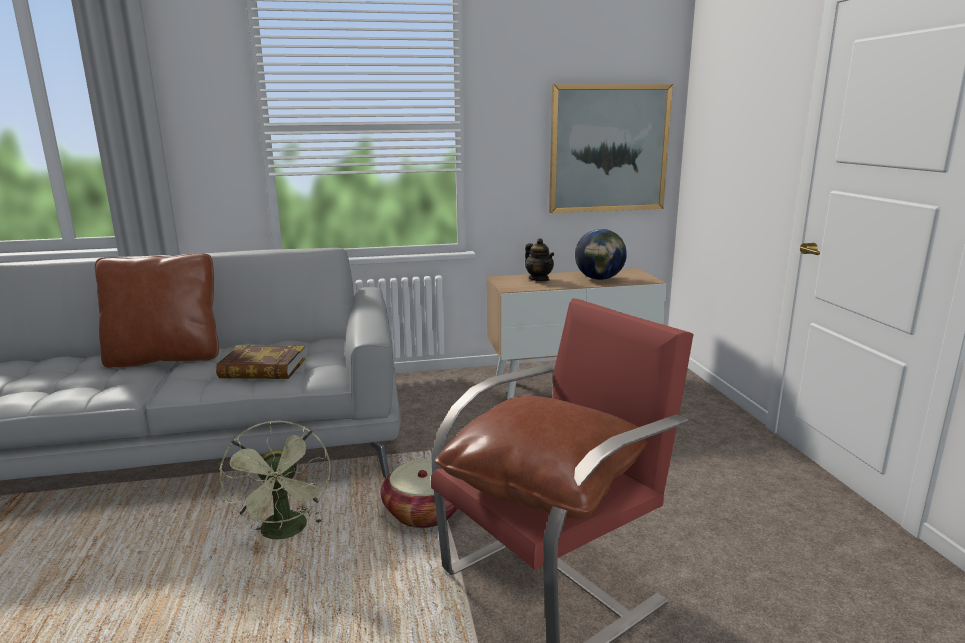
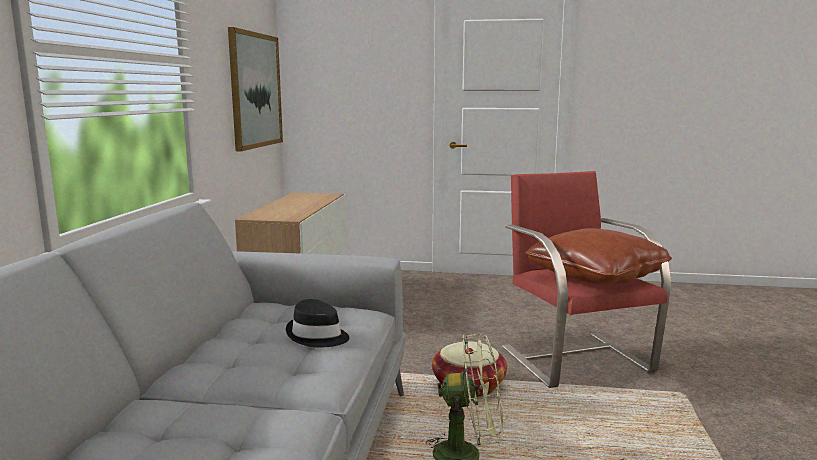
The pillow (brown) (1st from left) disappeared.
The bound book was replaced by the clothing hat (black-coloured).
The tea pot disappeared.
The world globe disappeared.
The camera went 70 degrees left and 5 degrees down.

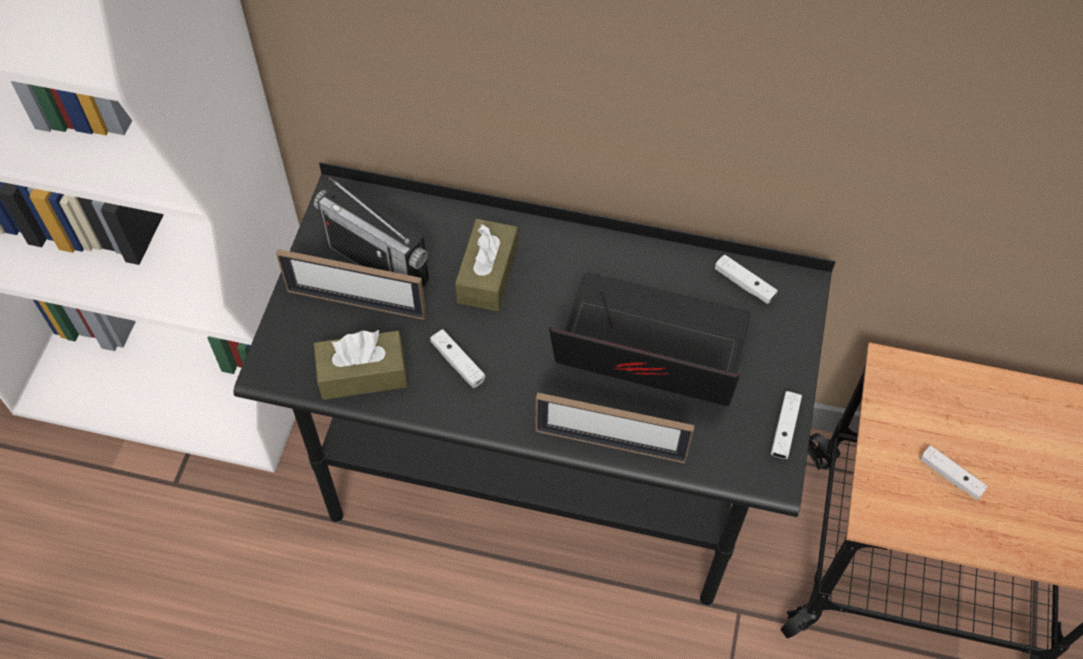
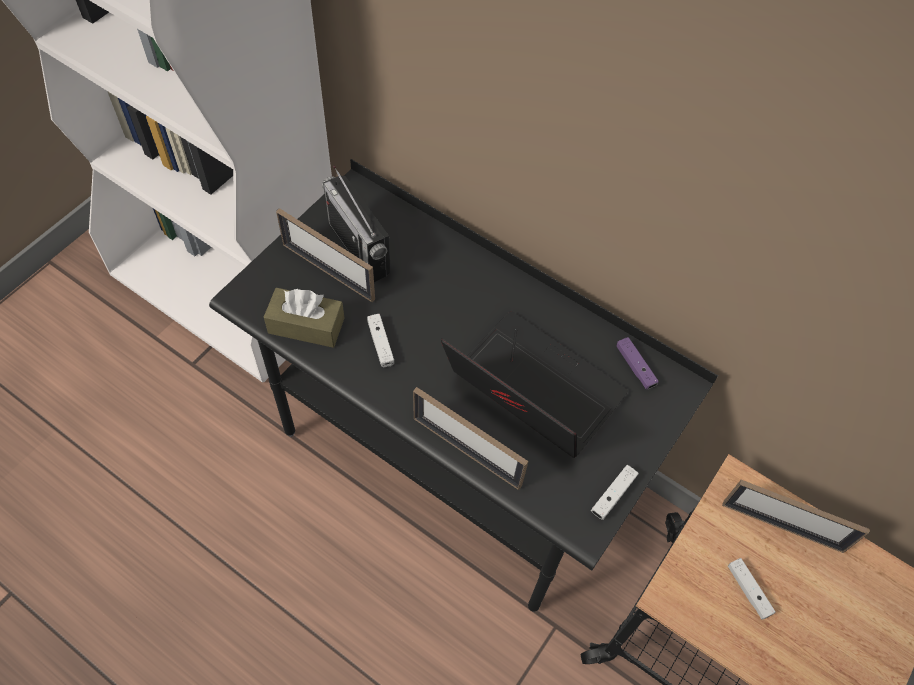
The tissue holder (brown) (2nd from left) disappeared.
The joypad (white) (2nd from left) became the joypad (purple).
The photo frame (3rd from left) appeared.
The camera went 20 degrees right and 0 degrees up.

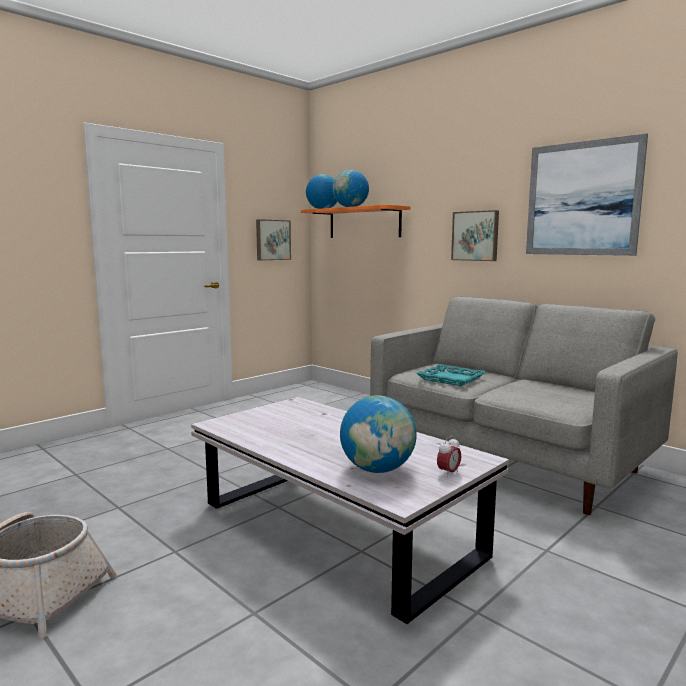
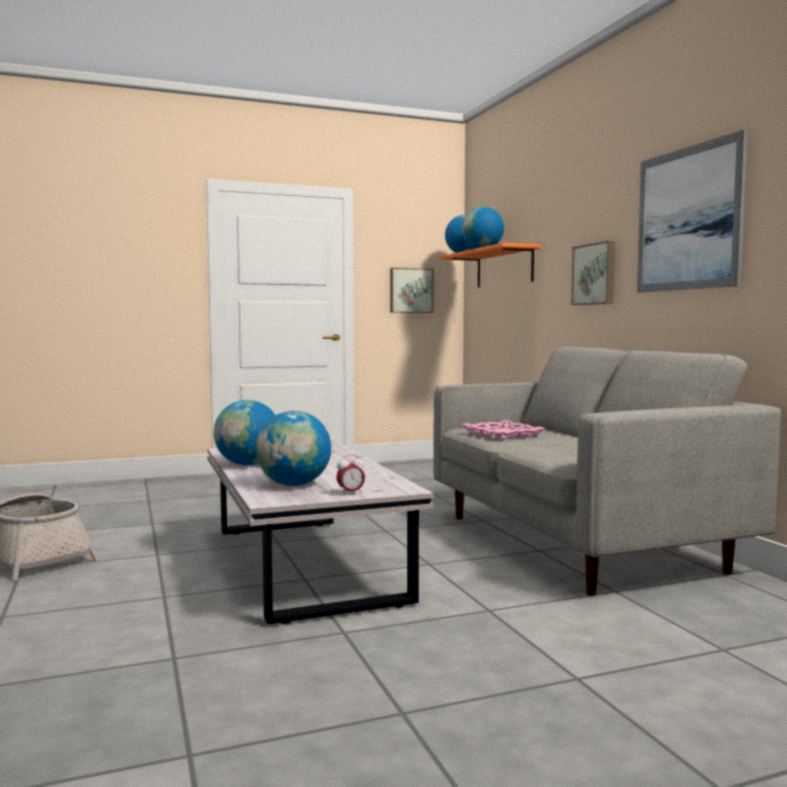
The carrying tray (turquoise) became the carrying tray (pinkish).
The world globe (1st from left) appeared.
The camera went 25 degrees right and 5 degrees down.

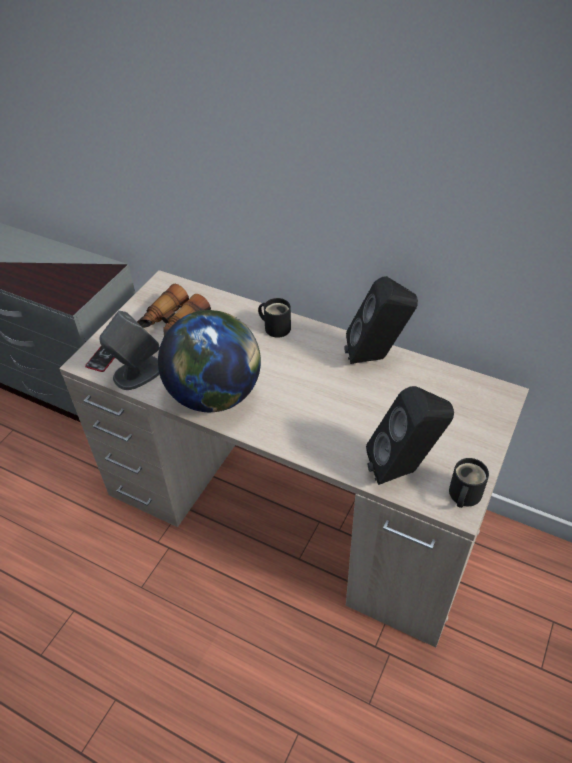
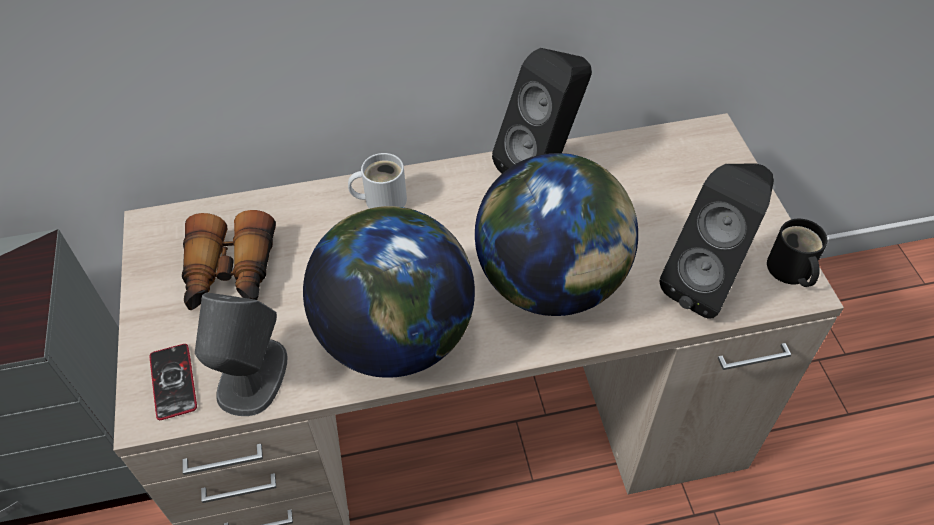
The coffee mug (black-coloured) (1st from left) became the coffee mug (white).
The world globe (2nd from left) appeared.
The camera went 40 degrees left and 5 degrees up.

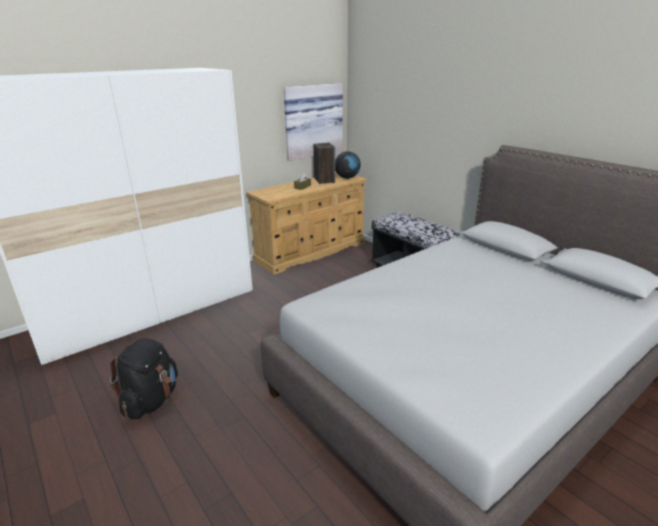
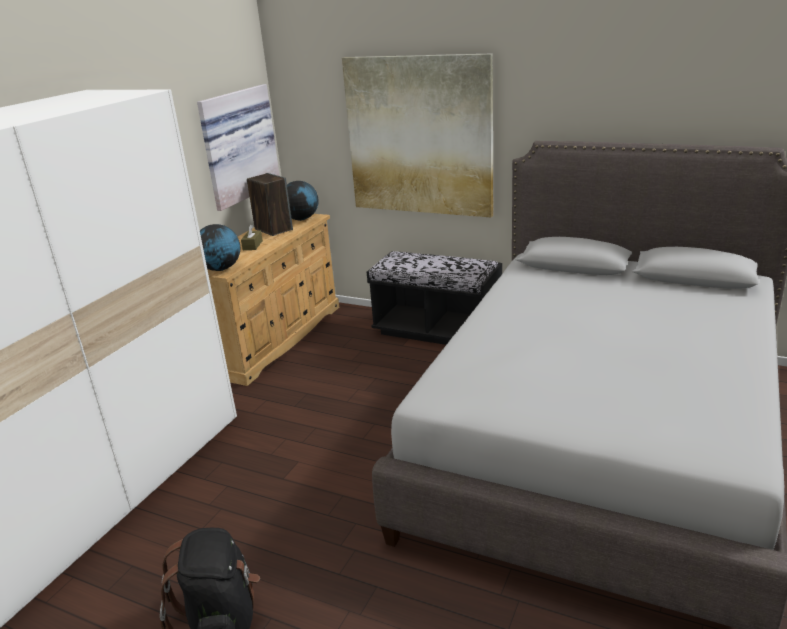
The world globe (1st from left) appeared.
The picture (2nd from left) appeared.
The camera went 25 degrees left and 0 degrees up.

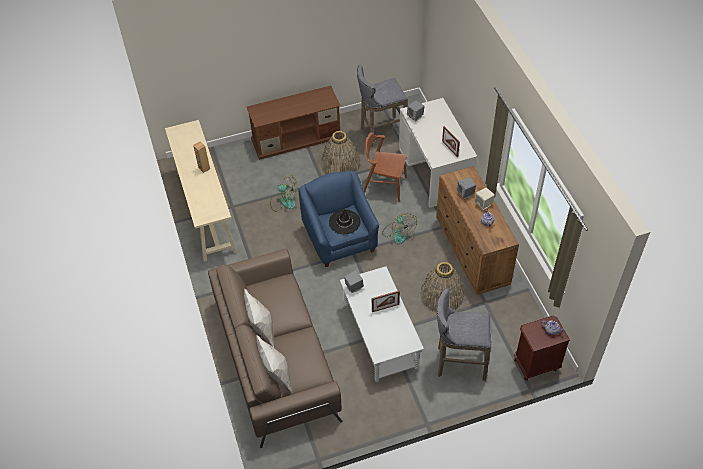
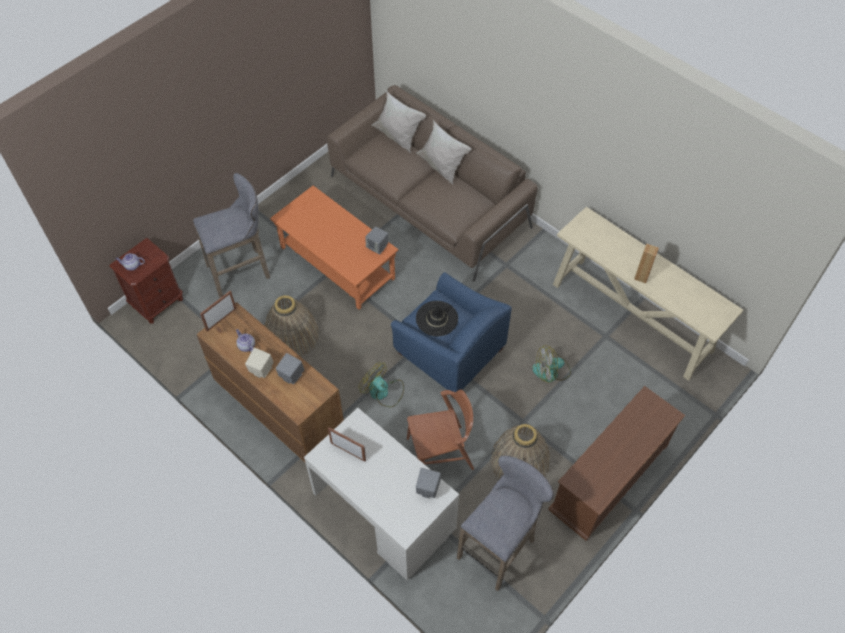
The coffee table (grey) became the coffee table (orange-coloured).
The photo frame (1st from left) moved.
The camera went 150 degrees right and 5 degrees up.

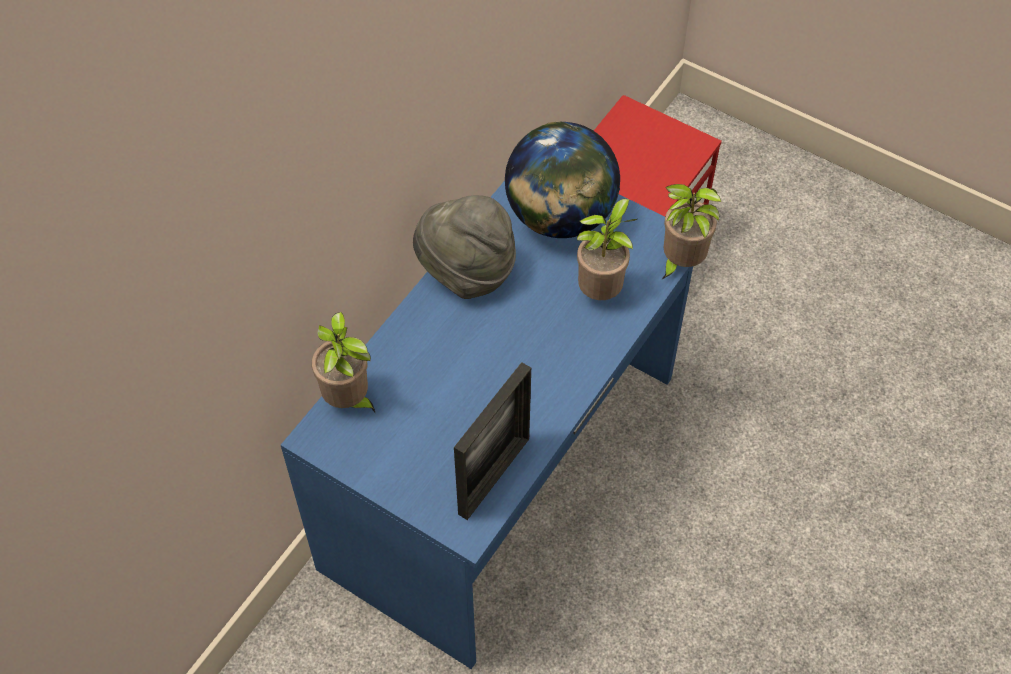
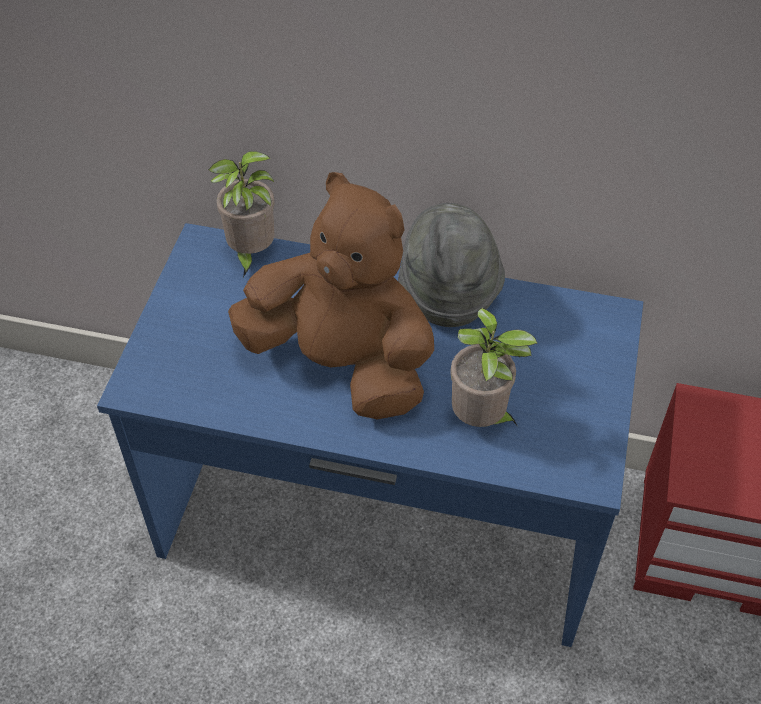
The photo frame disappeared.
The world globe disappeared.
The plant in a pot (3rd from left) disappeared.
The cuddly toy (brown) appeared.
The camera went 70 degrees right and 5 degrees down.

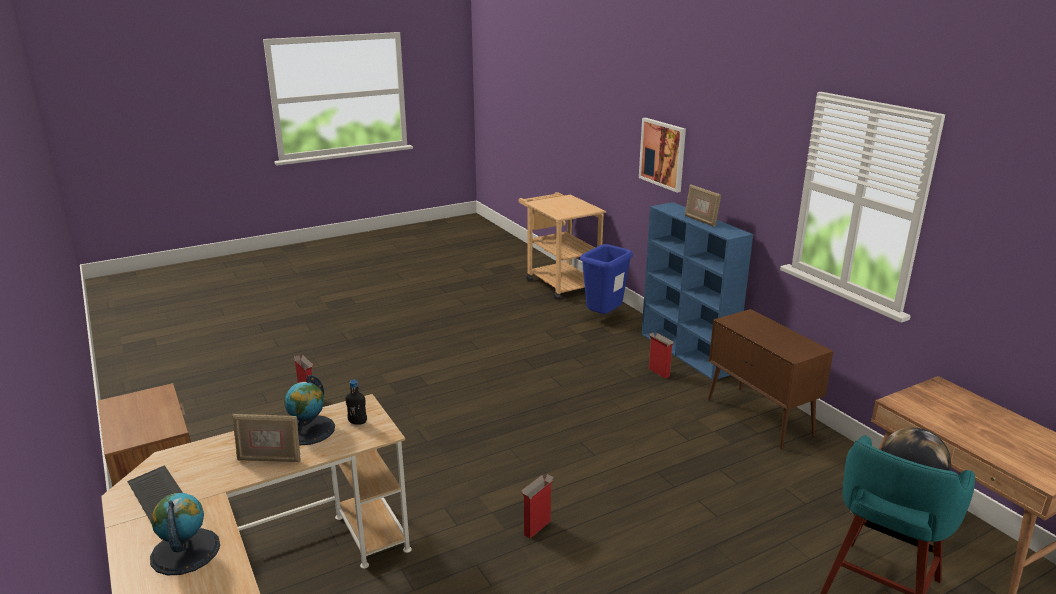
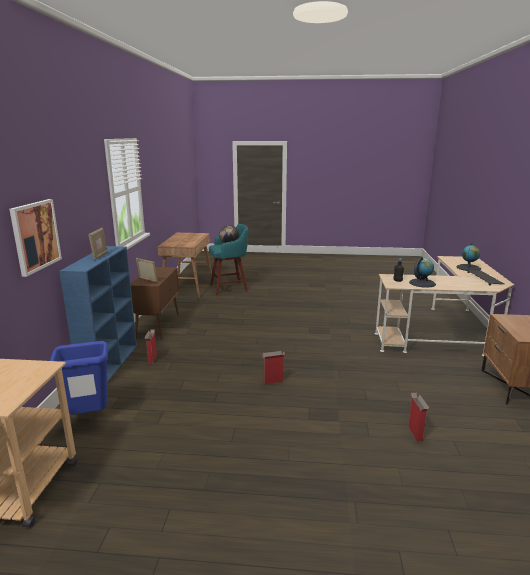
The photo frame (1st from left in the first image) moved.
The carton (2nd from left) moved.
The camera went 145 degrees left and 5 degrees down.

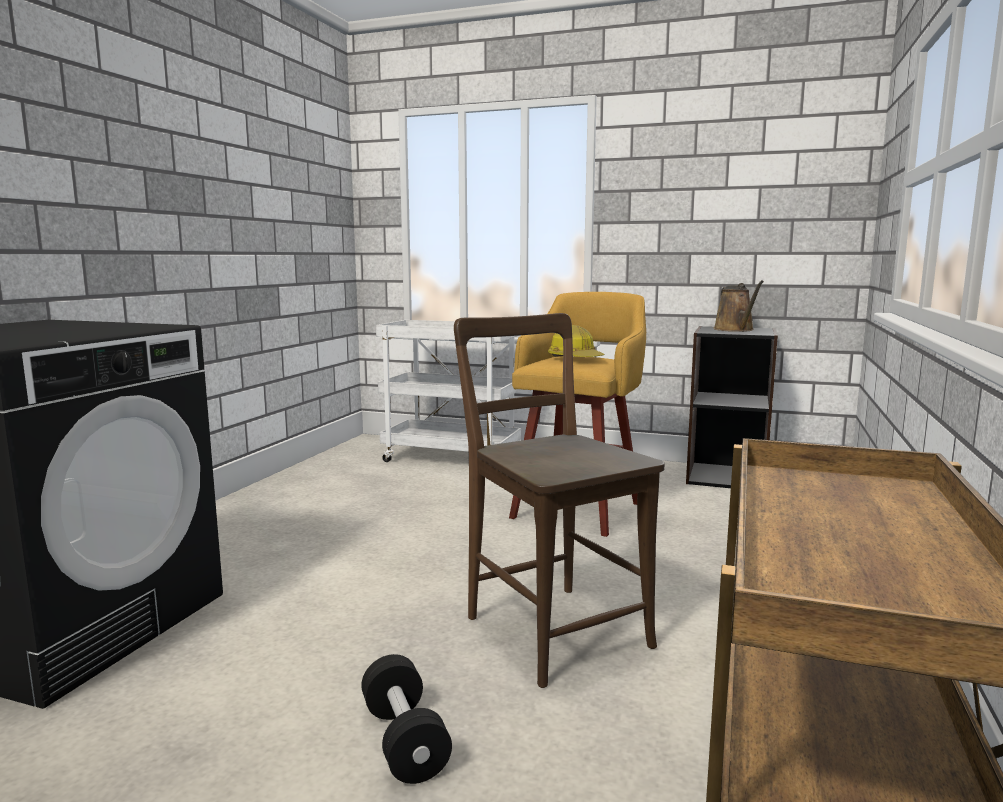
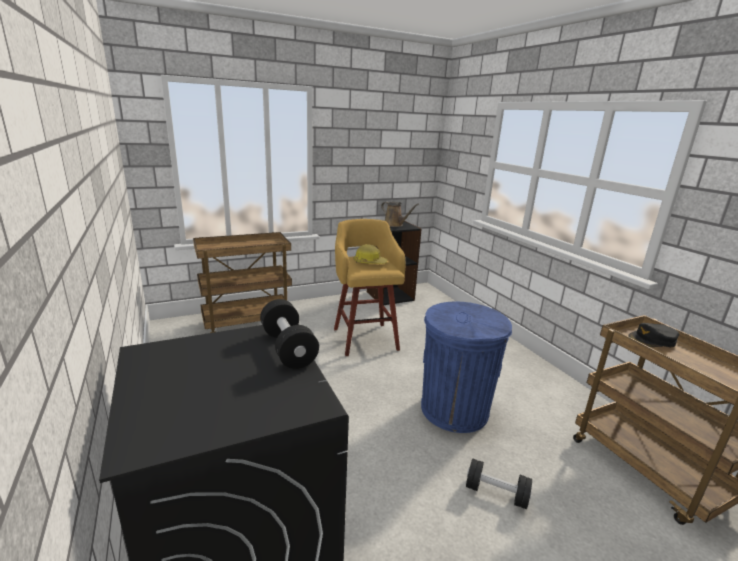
The wheeled cart (white) became the wheeled cart (brown) (1st from left).
The plain chair (brown) was replaced by the rubbish bin (blue).
The dumbbell (black-coloured) (1st from left) appeared.
The peaked cap (black-coloured) appeared.
The camera went 45 degrees left and 10 degrees up.

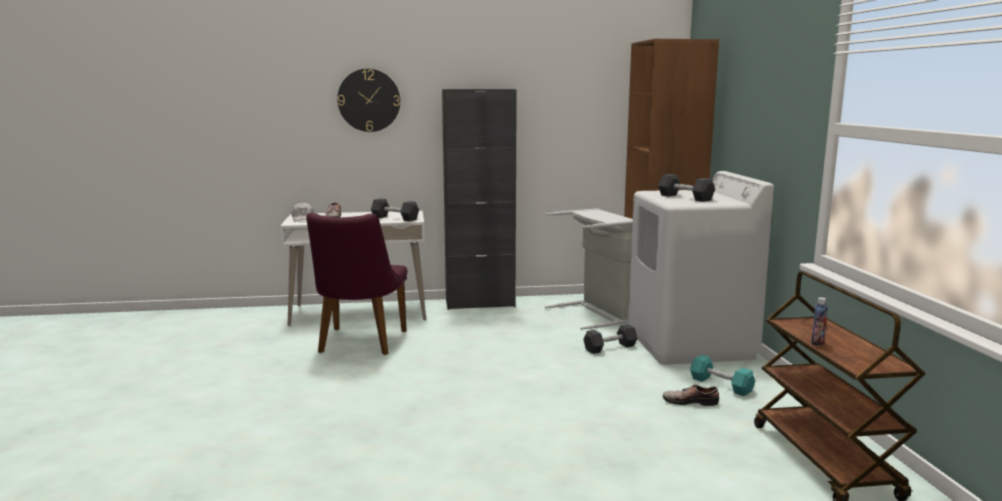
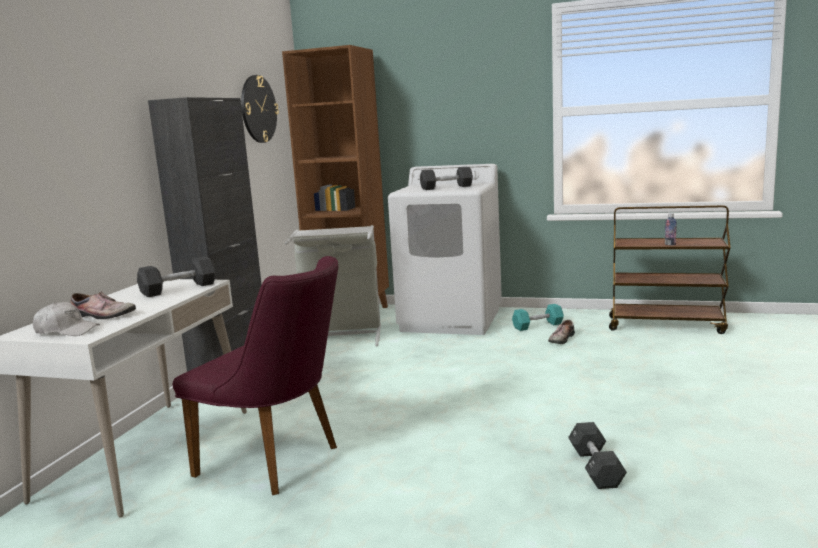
The hanging clock moved.
The dumbbell (black-coloured) (2nd from left in the first image) moved.
The camera went 65 degrees left and 0 degrees up.

